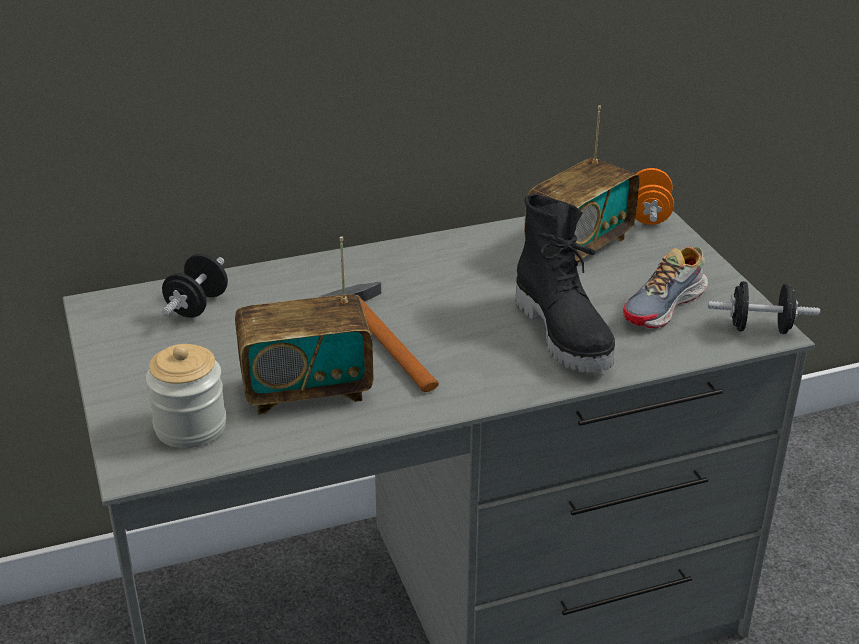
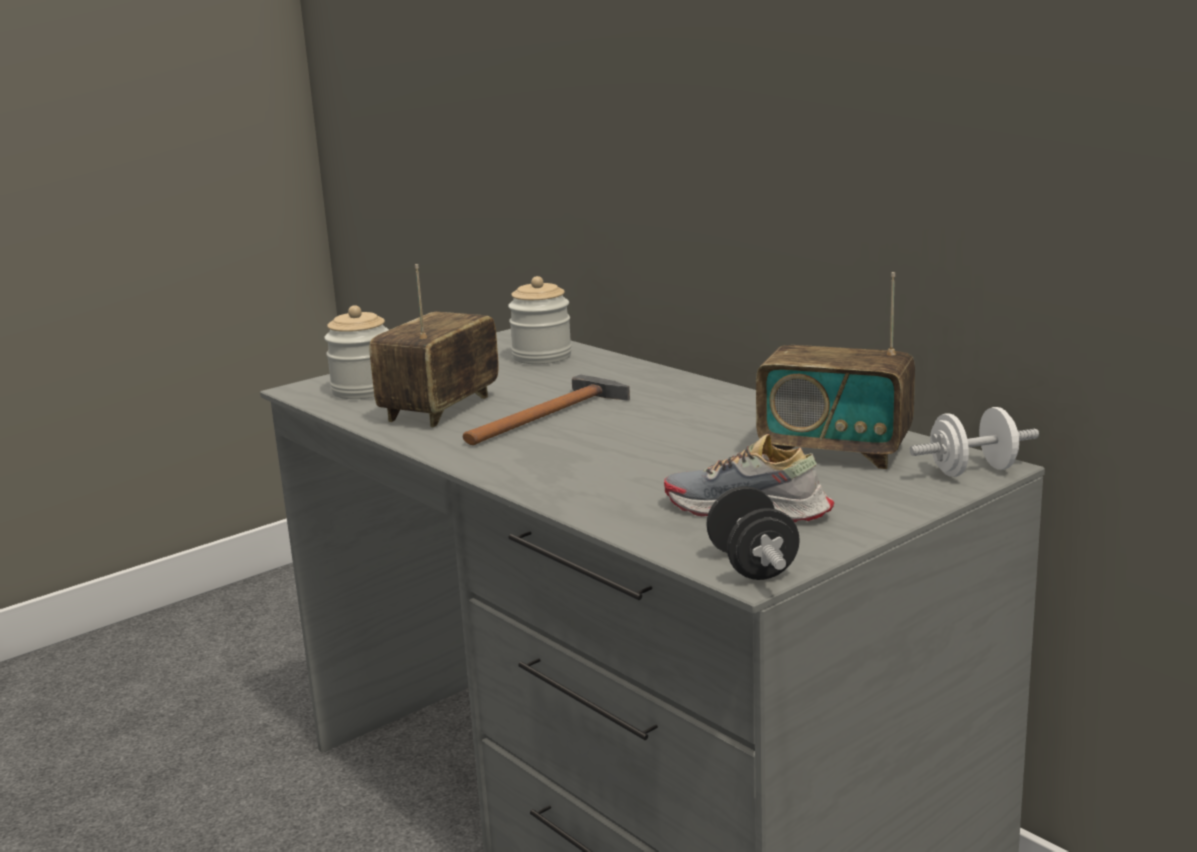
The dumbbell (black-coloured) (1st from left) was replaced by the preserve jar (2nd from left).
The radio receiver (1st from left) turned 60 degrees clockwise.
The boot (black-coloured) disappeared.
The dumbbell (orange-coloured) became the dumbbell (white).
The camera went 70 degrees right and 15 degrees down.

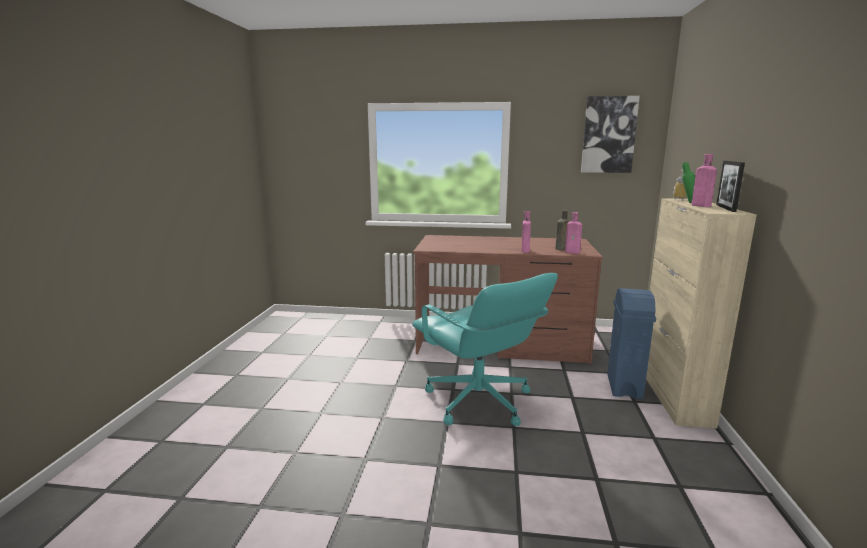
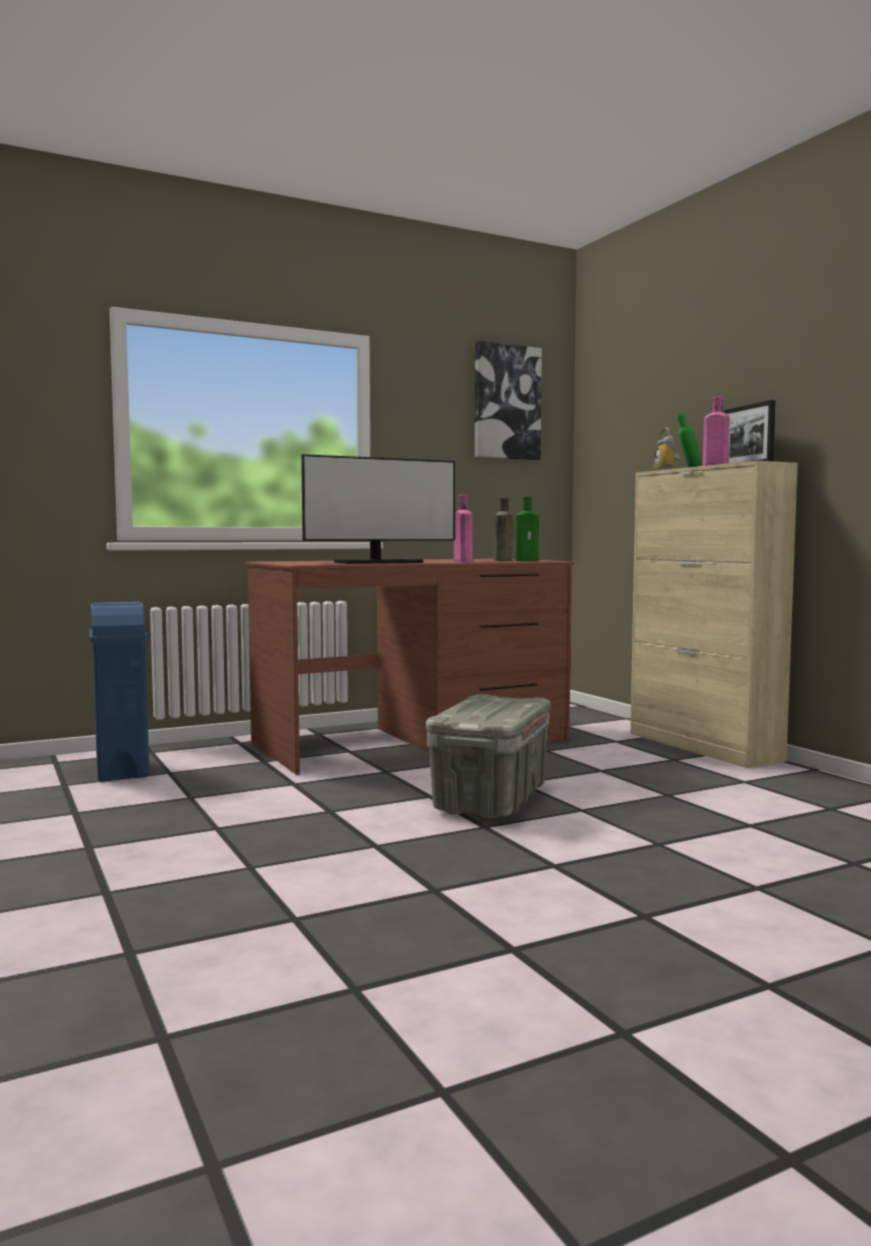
The computer chair (turquoise) was replaced by the storage box (grey).
The drink bottle (pinkish) (2nd from left) became the drink bottle (green-coloured) (1st from left).
The rubbish bin (blue) moved.
The computer screen appeared.
The camera went 35 degrees left and 10 degrees down.

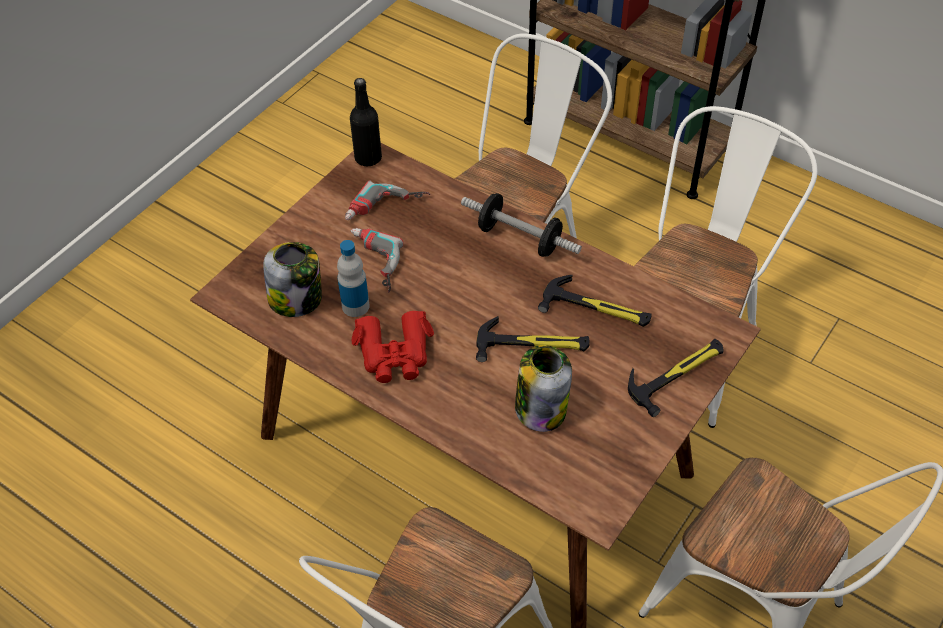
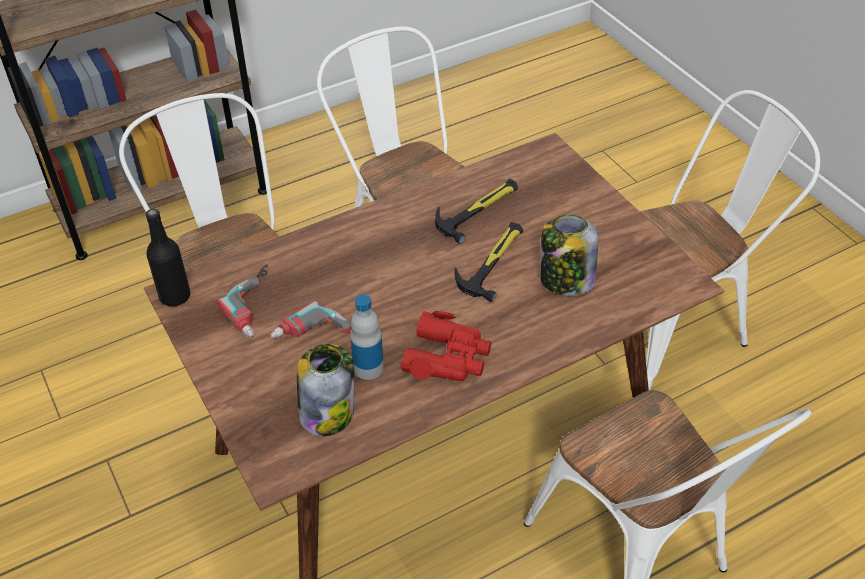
The dumbbell disappeared.
The hammer (3rd from left) disappeared.
The camera went 65 degrees left and 5 degrees down.

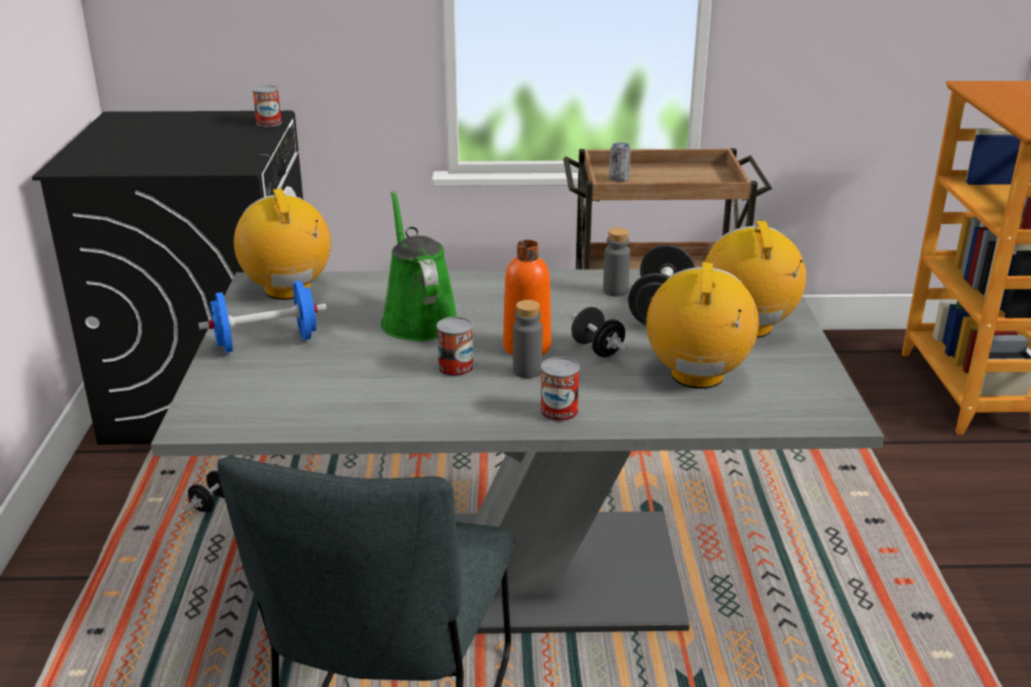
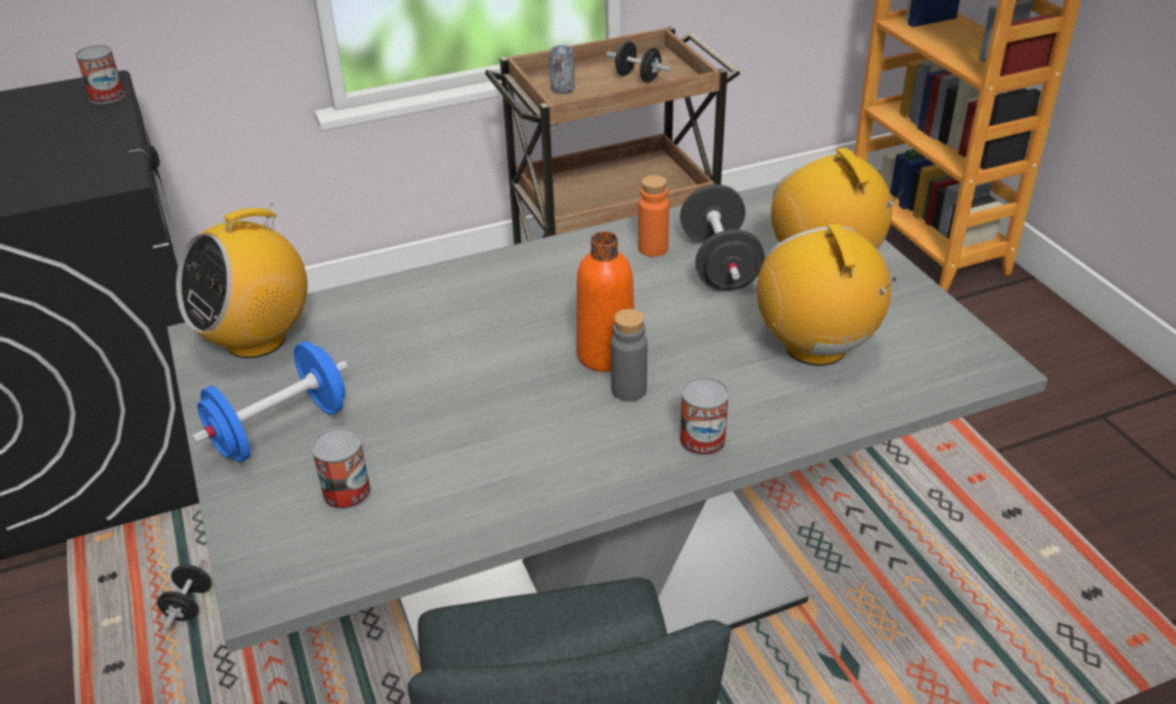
The radio receiver (1st from left) turned 90 degrees counterclockwise.
The watering can (green-coloured) disappeared.
The can (2nd from left) moved.
The dumbbell (black-coloured) (2nd from left) moved.
The drink bottle (grey) (2nd from left) became the drink bottle (orange-coloured) (2nd from left).
The camera went 20 degrees left and 10 degrees up.

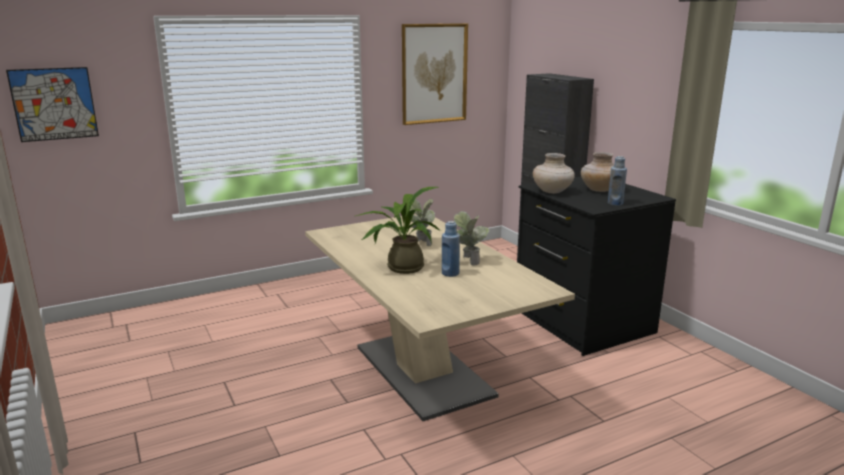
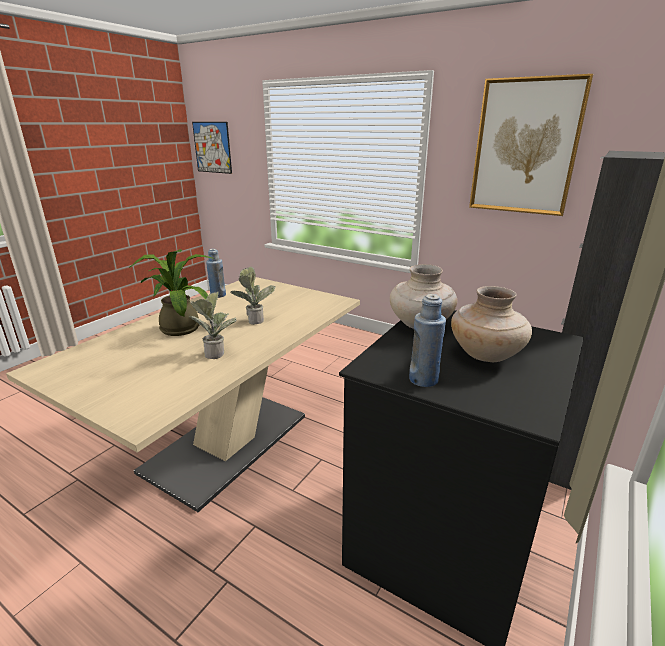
The drink bottle (blue) (1st from left) moved.
The camera went 60 degrees right and 5 degrees up.

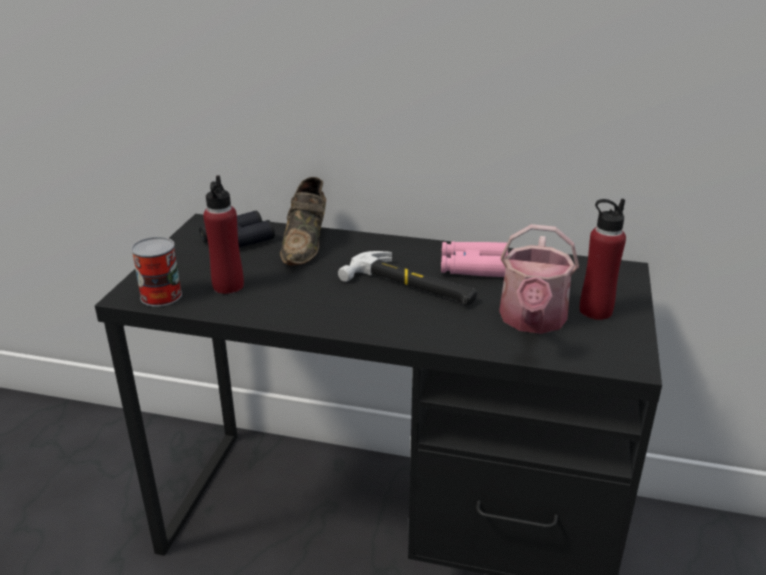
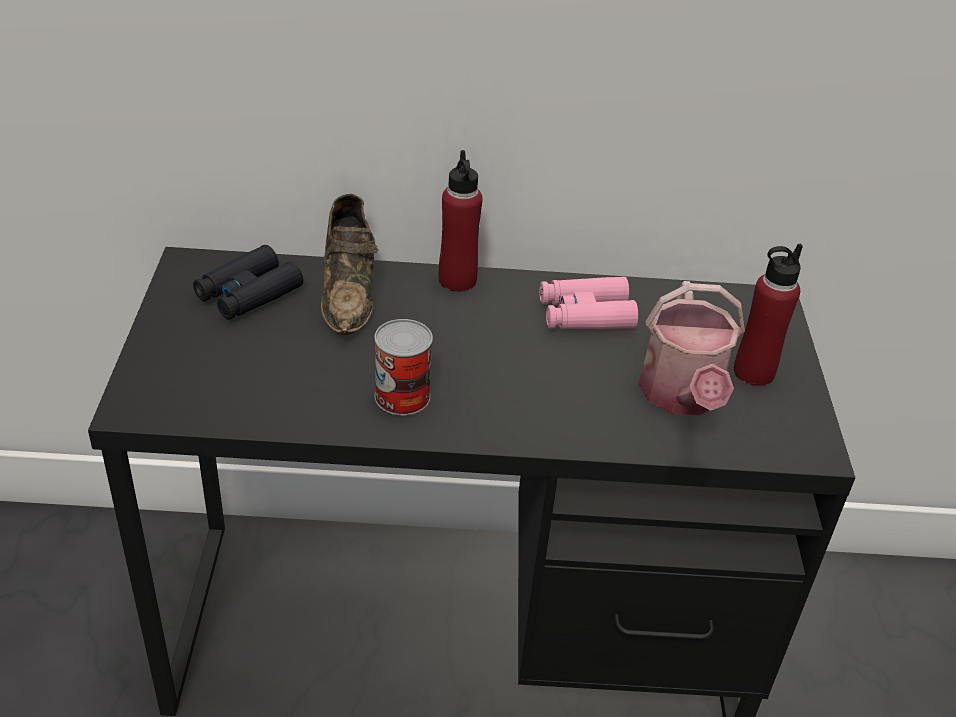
The can moved.
The drink bottle (reddish) (1st from left) moved.
The hammer disappeared.
The camera went 15 degrees left and 10 degrees up.

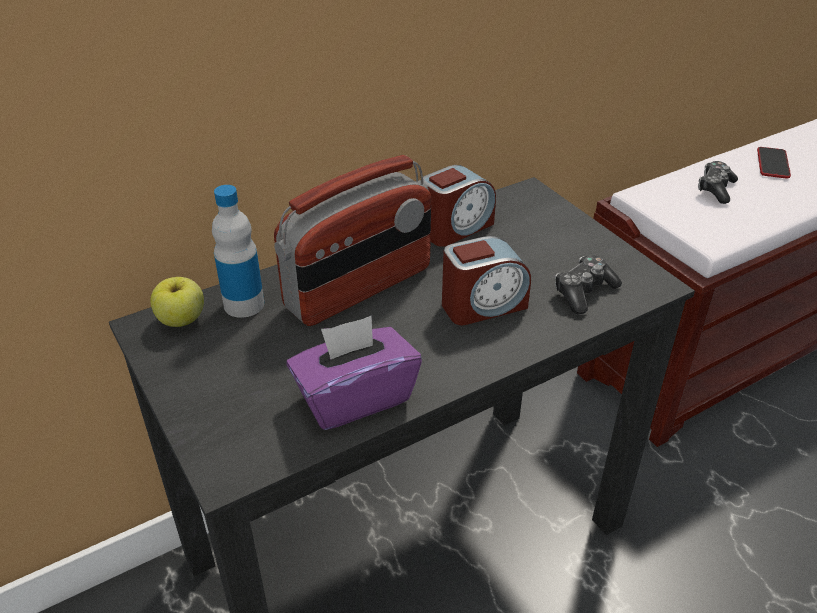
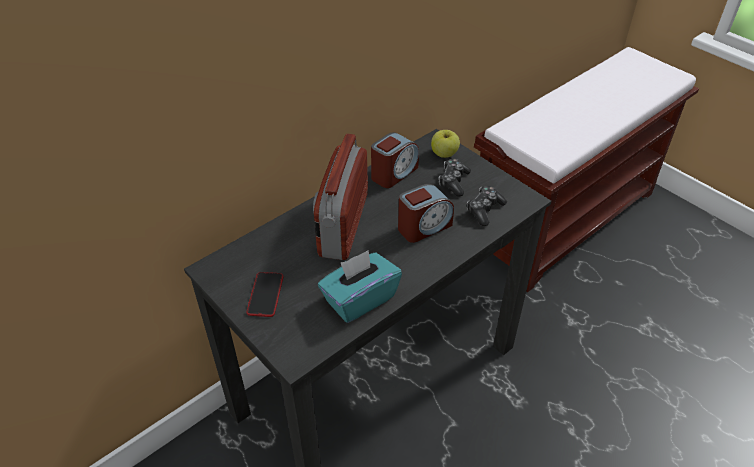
The apple moved.
The drink bottle disappeared.
The radio receiver turned 150 degrees clockwise.
The tissue holder (purple) became the tissue holder (turquoise).
The joypad (2nd from left in the first image) moved.
The phone moved.
The camera went 10 degrees left and 5 degrees up.

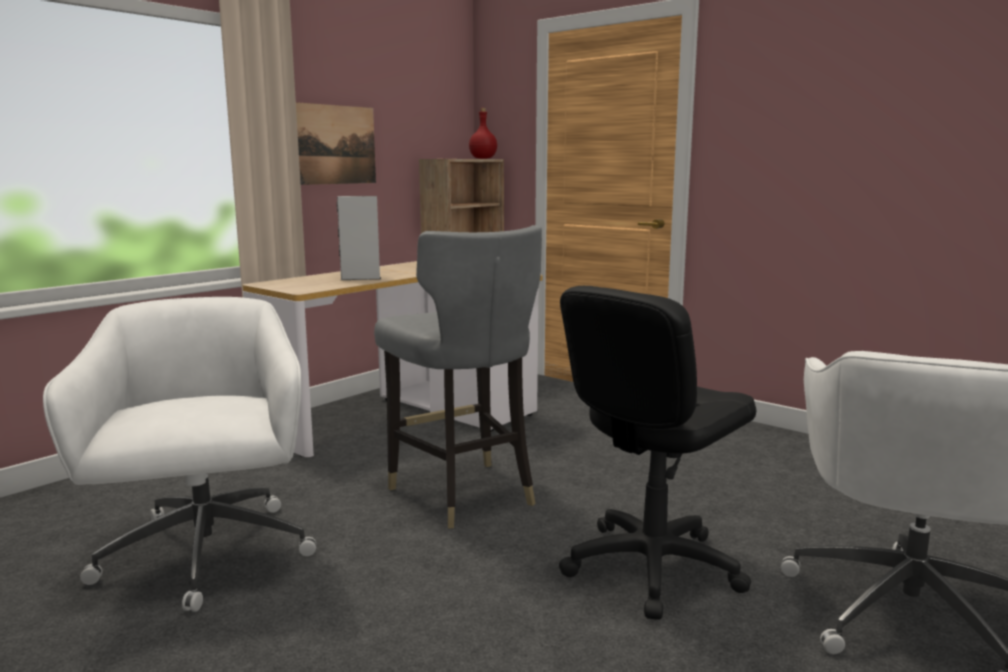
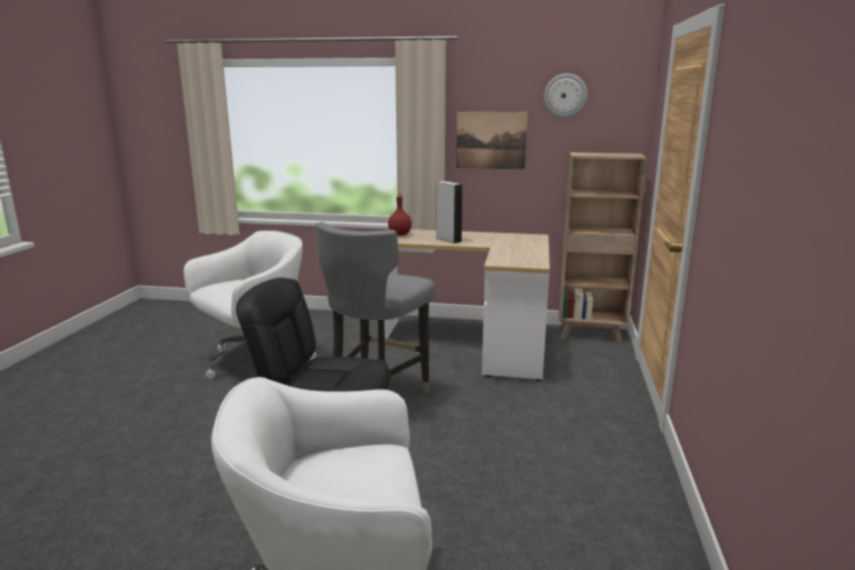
The drink bottle (reddish) moved.
The hanging clock appeared.
The camera went 60 degrees right and 5 degrees up.

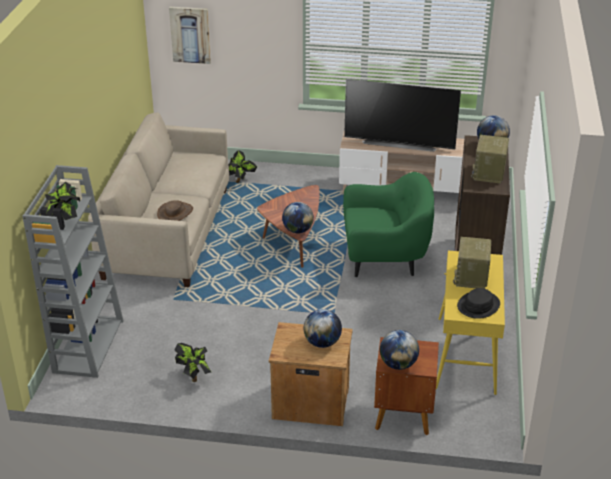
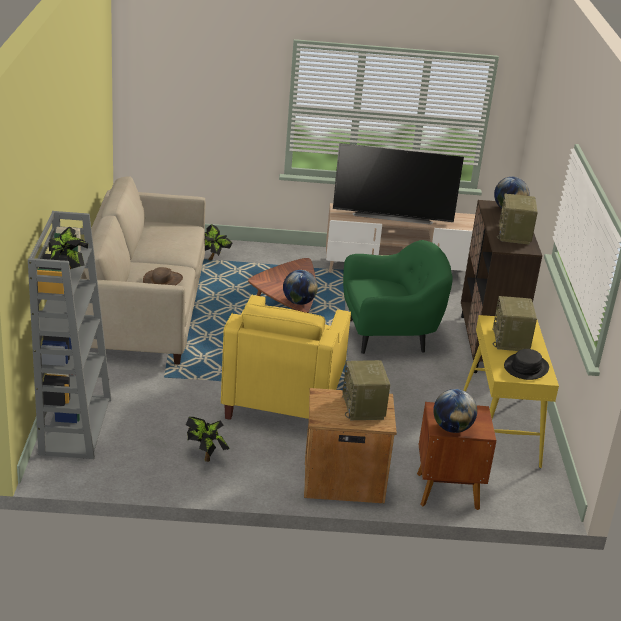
The picture disappeared.
The world globe (2nd from left) was replaced by the radio receiver (1st from left).
The easy chair (yellow) appeared.
The camera went 10 degrees left and 5 degrees down.

